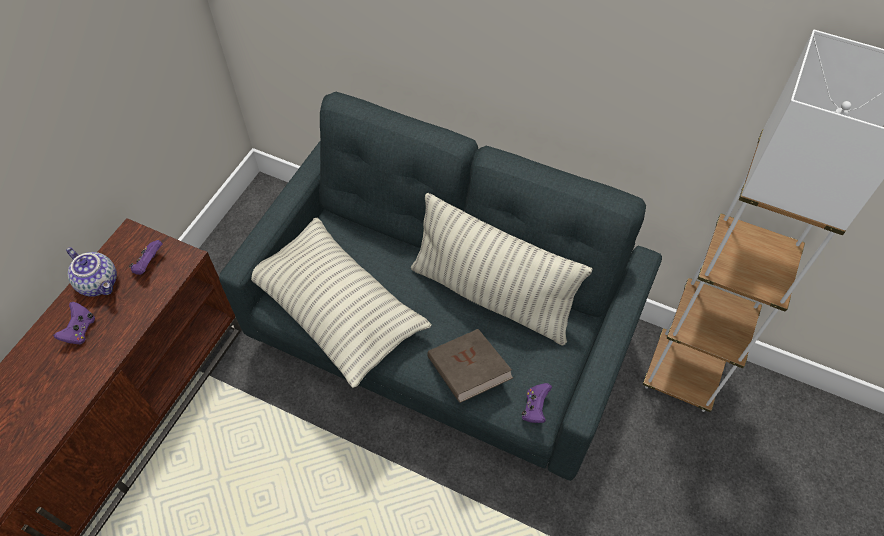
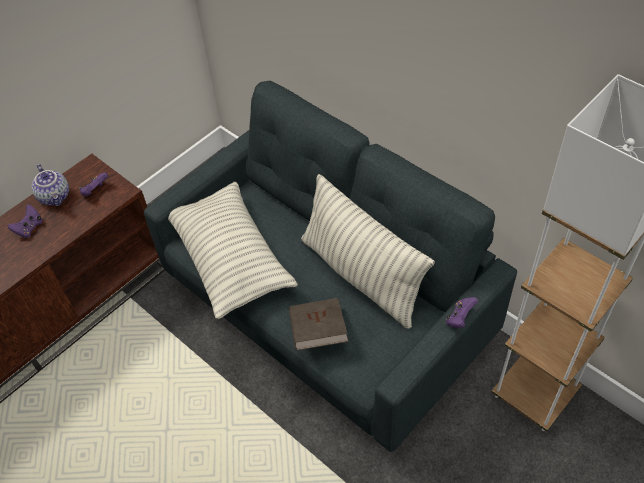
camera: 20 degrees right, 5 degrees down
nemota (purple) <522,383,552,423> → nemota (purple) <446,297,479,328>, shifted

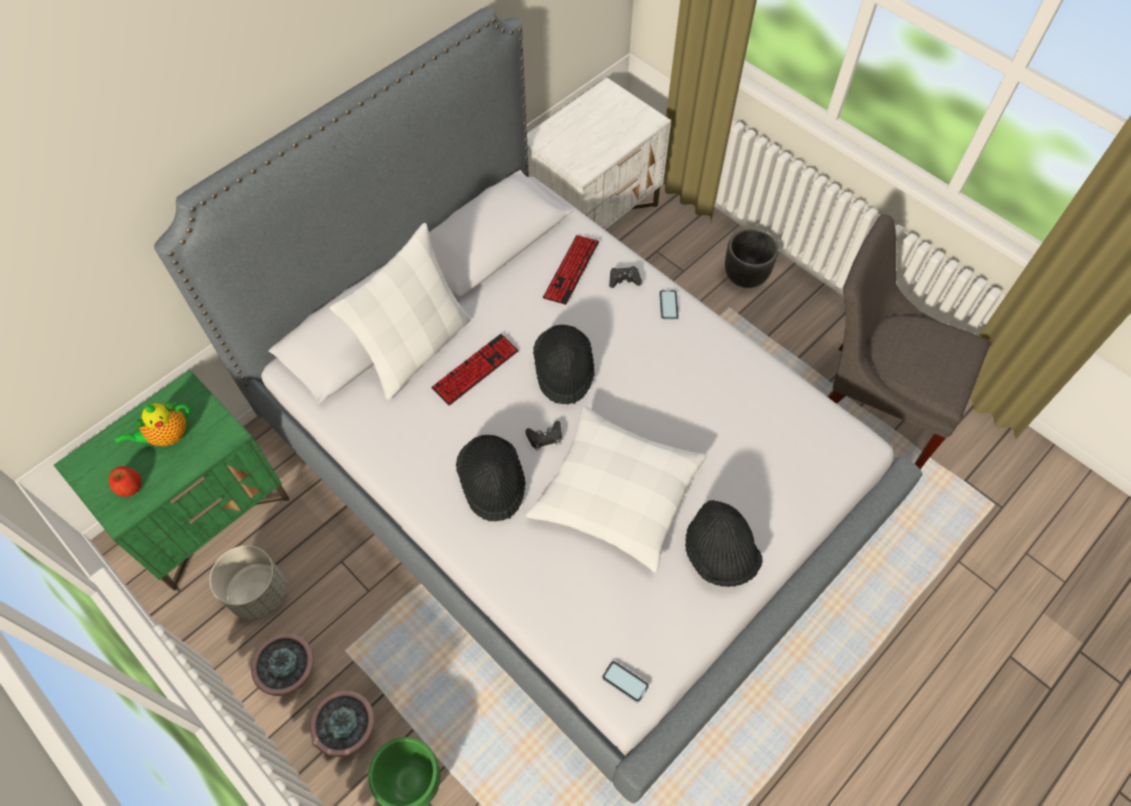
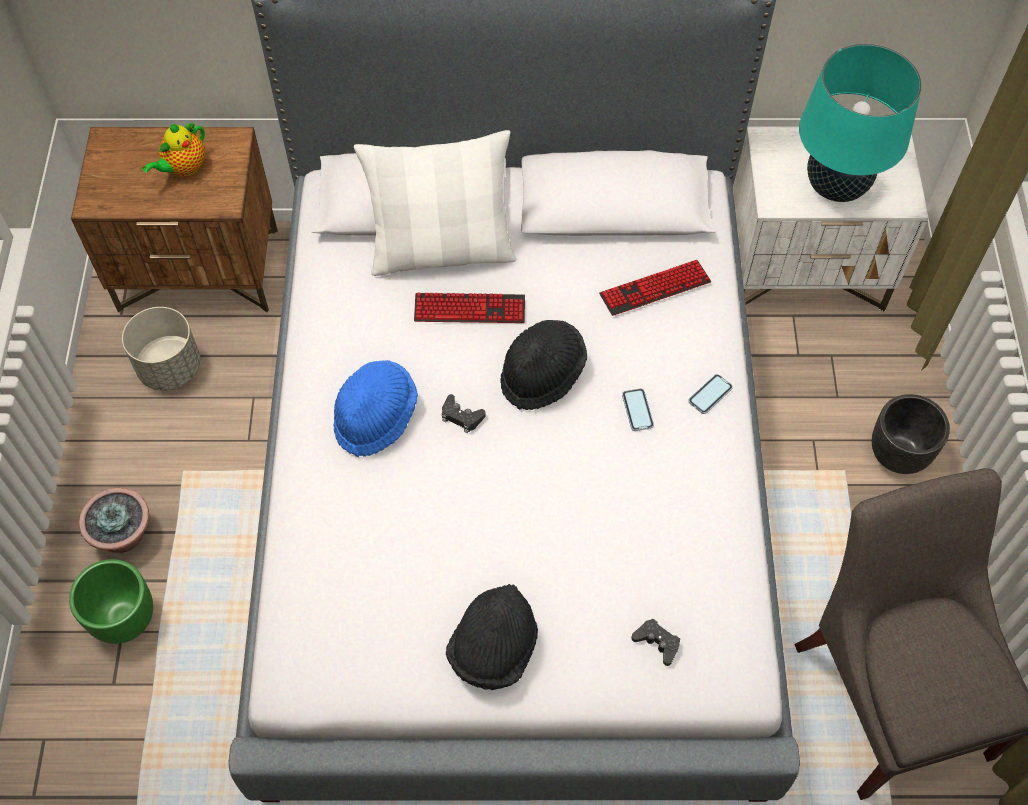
camera: 45 degrees right, 0 degrees up
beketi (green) <54,370,290,591> → beketi (brown) <71,127,278,313>
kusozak <109,466,141,497> → -
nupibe <115,402,190,446> → nupibe <142,122,205,177>, 60 degrees counterclockwise
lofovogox <251,633,314,696> → -
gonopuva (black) <456,435,526,522> → gonopuva (blue) <333,360,418,457>
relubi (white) <526,406,706,573> → -
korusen <602,661,649,703> → korusen <622,388,654,431>, shifted
nemota (black) <609,266,642,288> → nemota (black) <631,619,680,666>, shifted
- → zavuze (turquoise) <799,44,922,202>

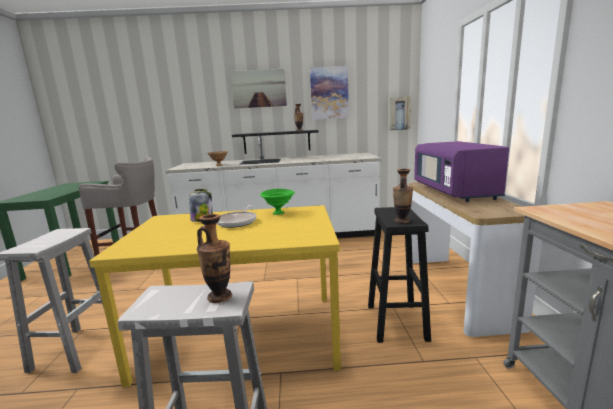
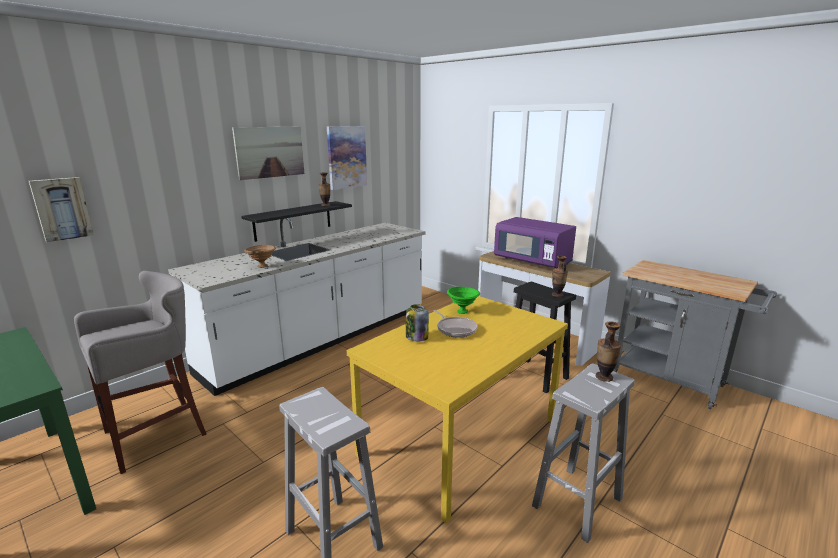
camera: 45 degrees left, 5 degrees up
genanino <389,97,411,131> → genanino <29,177,94,242>, shifted

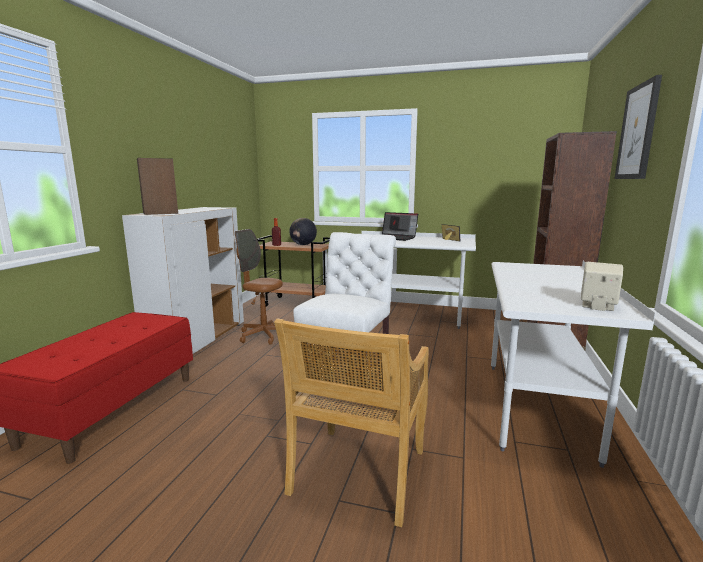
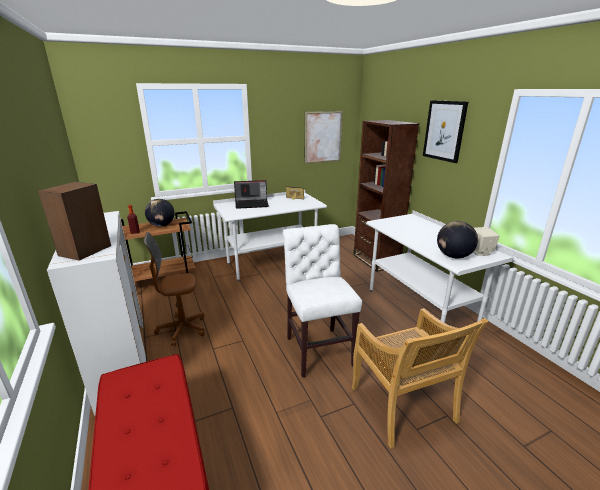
camera: 40 degrees left, 10 degrees up
- → genanino <304,111,343,164>
- → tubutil <437,221,478,258>

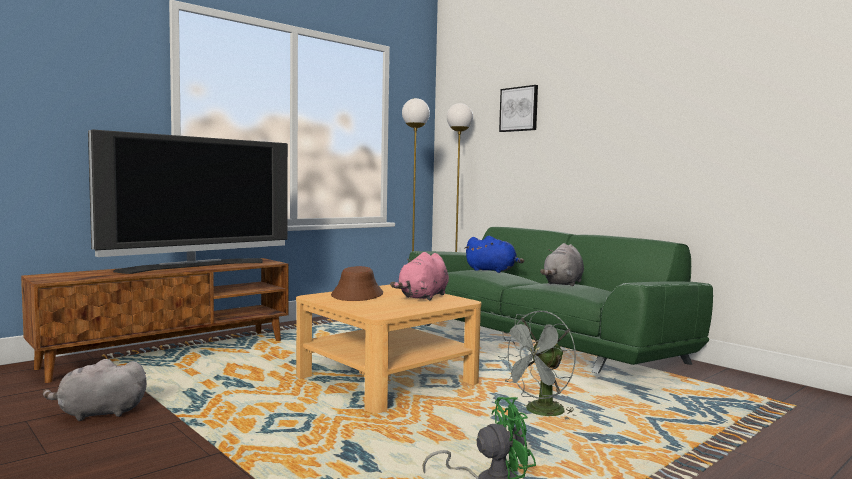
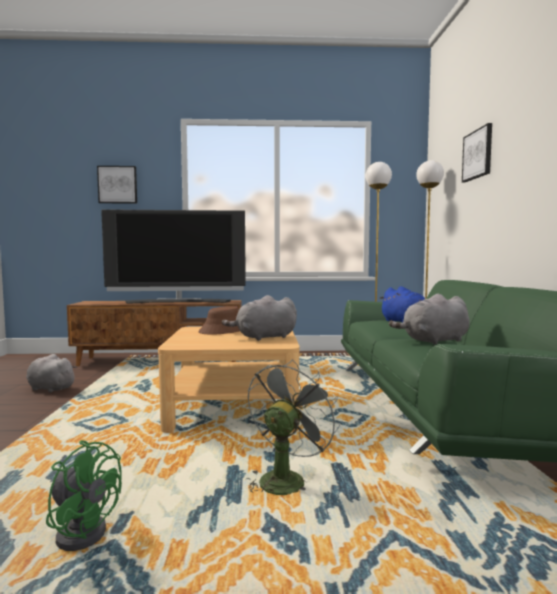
camera: 40 degrees right, 0 degrees up
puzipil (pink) <390,252,449,301> → puzipil (grey) <222,295,297,341>
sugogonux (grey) <498,311,577,420> → sugogonux (grey) <247,359,340,495>, 120 degrees clockwise
- → genanino <97,166,137,203>

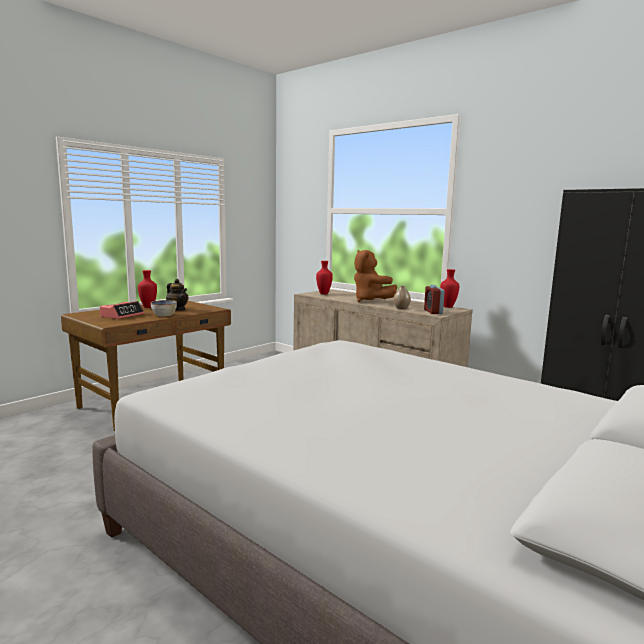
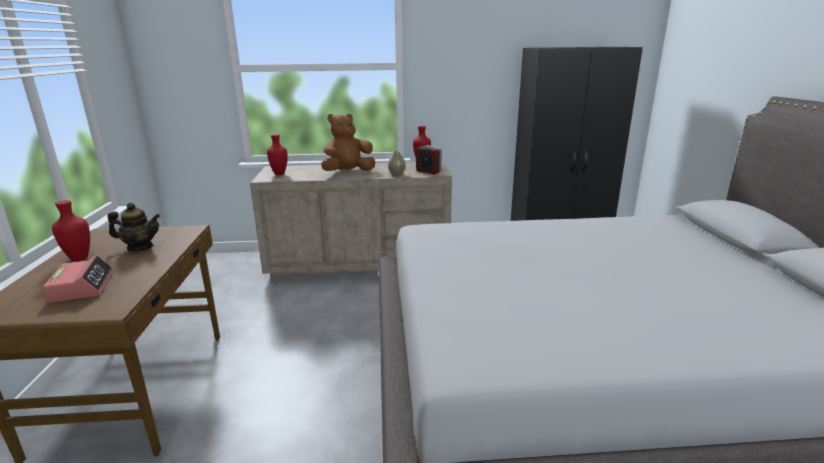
camera: 45 degrees left, 10 degrees up
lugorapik <150,300,177,316> → -
puzipil (brown) <354,250,397,302> → puzipil (brown) <321,114,375,171>, 135 degrees clockwise

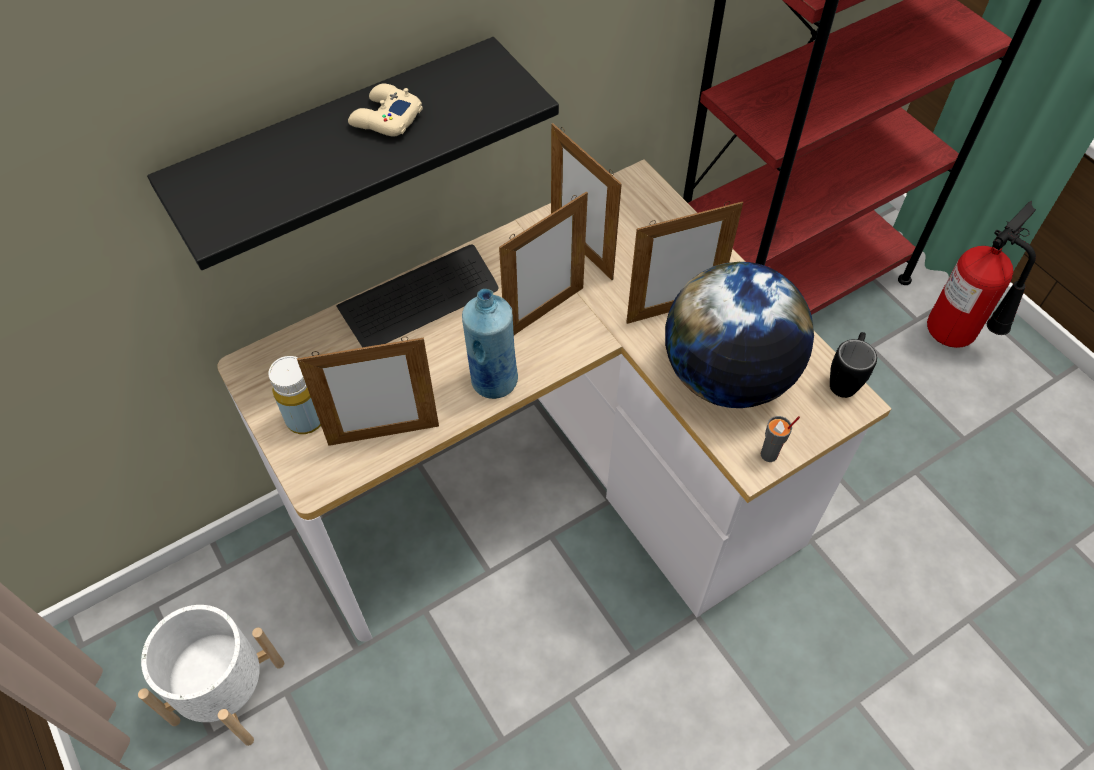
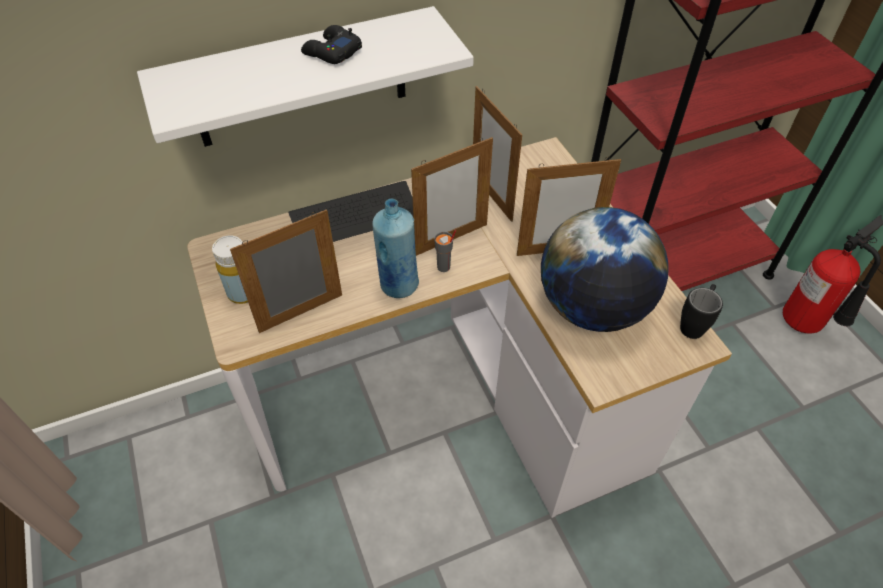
camera: 10 degrees right, 5 degrees down
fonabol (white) <138,605,284,746> → -
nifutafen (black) <147,37,559,270> → nifutafen (white) <137,6,474,147>
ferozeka <297,337,439,446> → ferozeka <230,209,342,333>, 150 degrees clockwise
nemota (beige) <348,83,423,137> → nemota (black) <301,25,362,64>
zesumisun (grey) <761,416,800,462> → zesumisun (grey) <434,230,456,272>, shifted

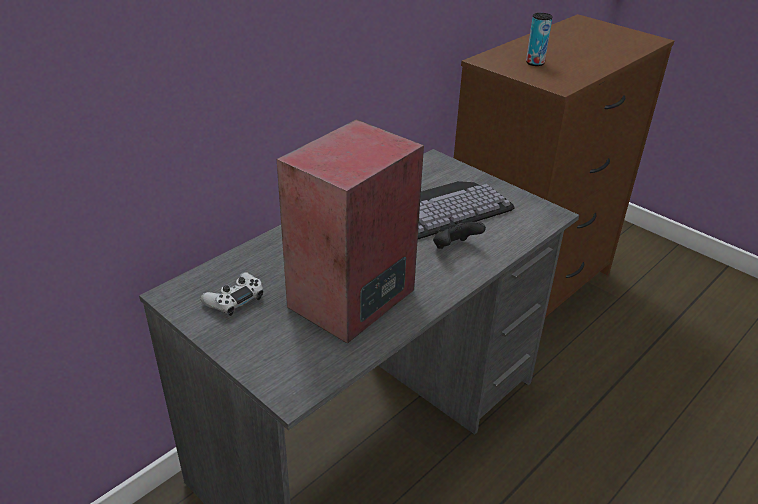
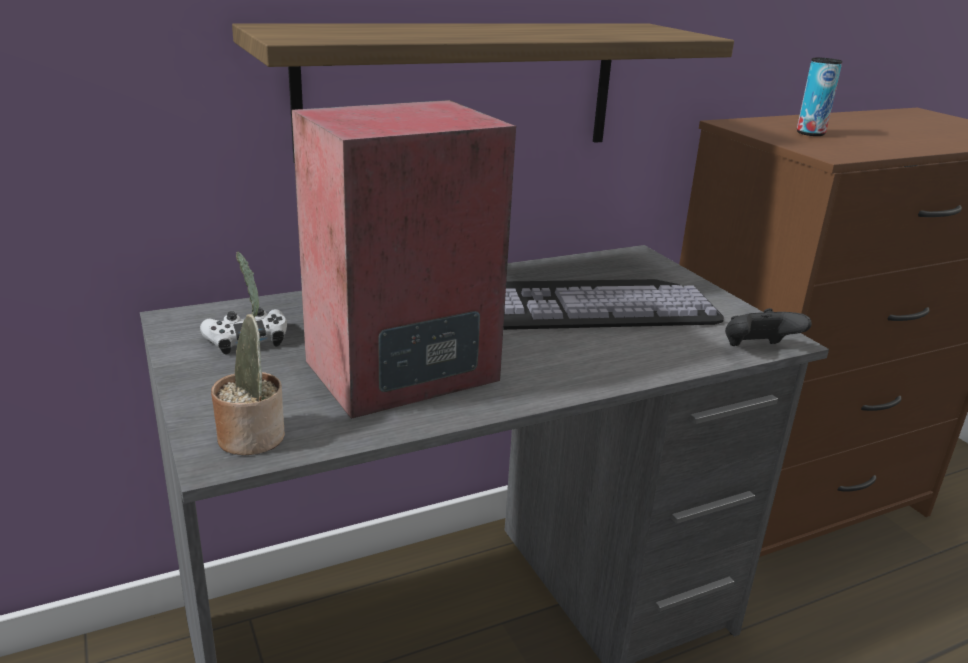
camera: 20 degrees right, 10 degrees down
nemota (black) <433,221,486,249> → nemota (black) <725,308,812,346>, shifted
- → lofovogox <211,252,285,456>
- → nifutafen <232,23,734,163>

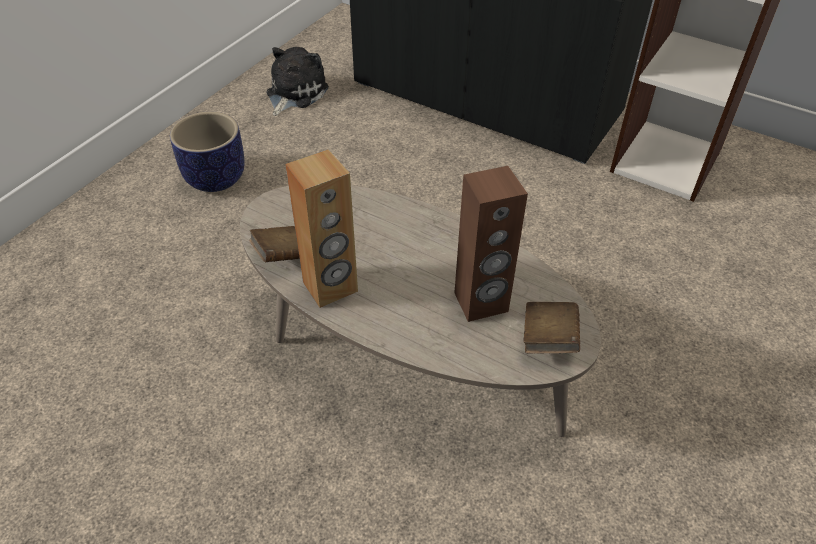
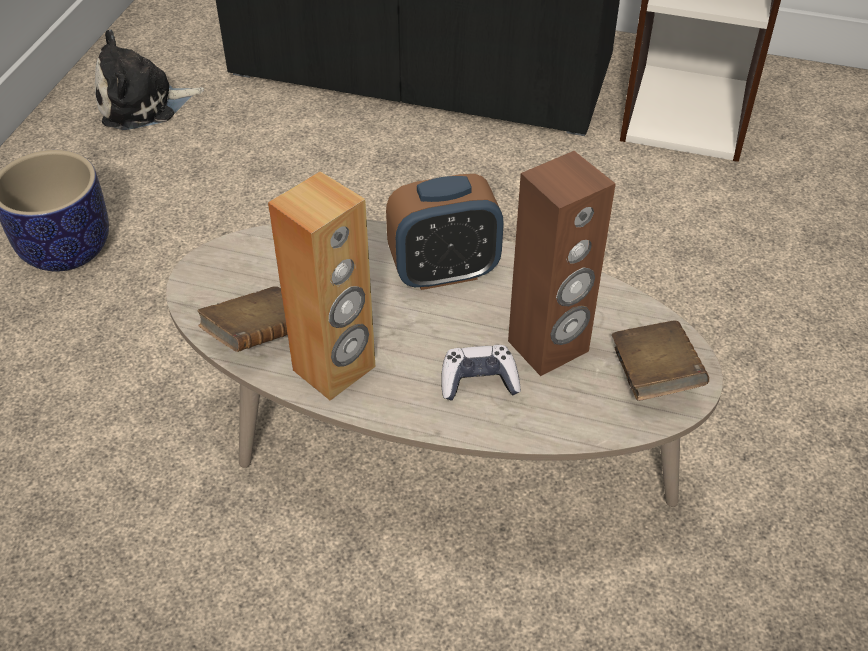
camera: 15 degrees left, 0 degrees up
puzipil <266,47,329,116> → puzipil <95,29,204,130>, 120 degrees counterclockwise
- → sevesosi <386,174,504,290>
- → nemota <441,345,521,401>

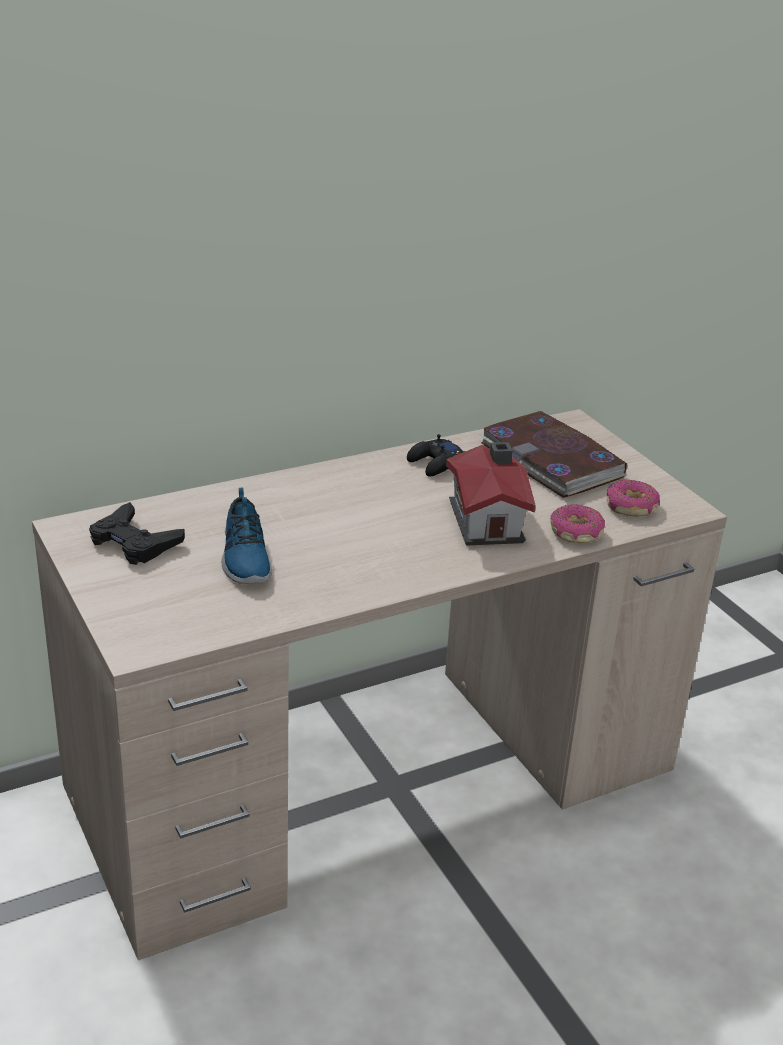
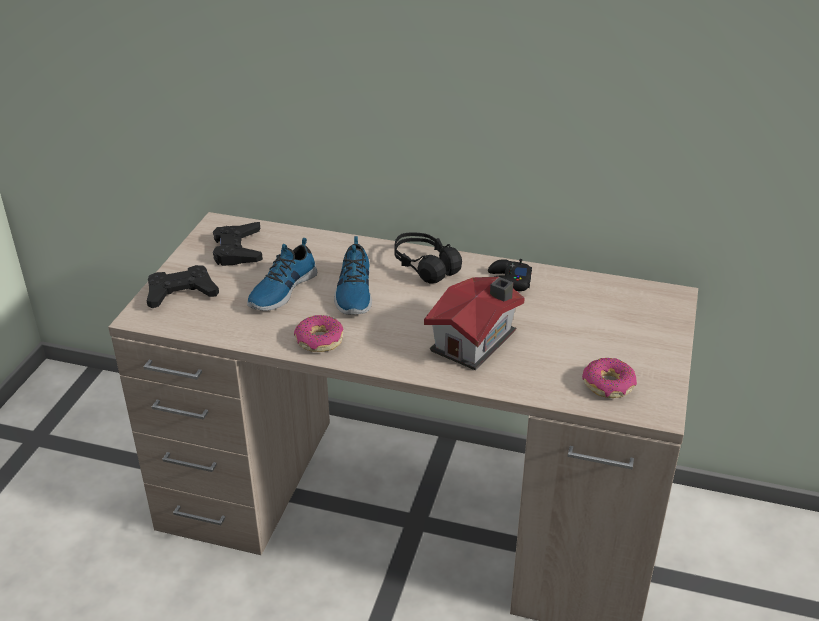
camera: 45 degrees right, 5 degrees up
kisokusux <479,411,627,498> → -
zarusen <550,504,605,543> → zarusen <294,315,343,352>, shifted
- → nemota (black) <147,265,219,308>
- → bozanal <334,236,372,315>
- → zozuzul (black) <394,232,462,283>

